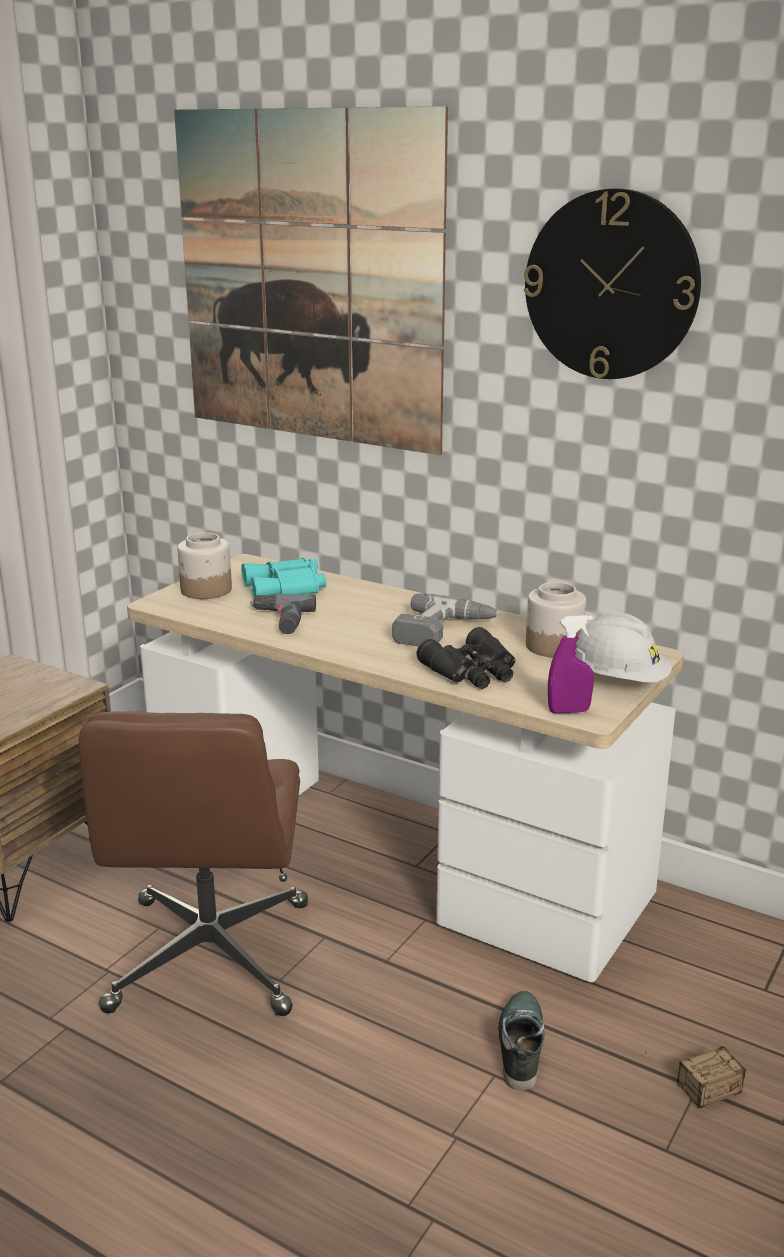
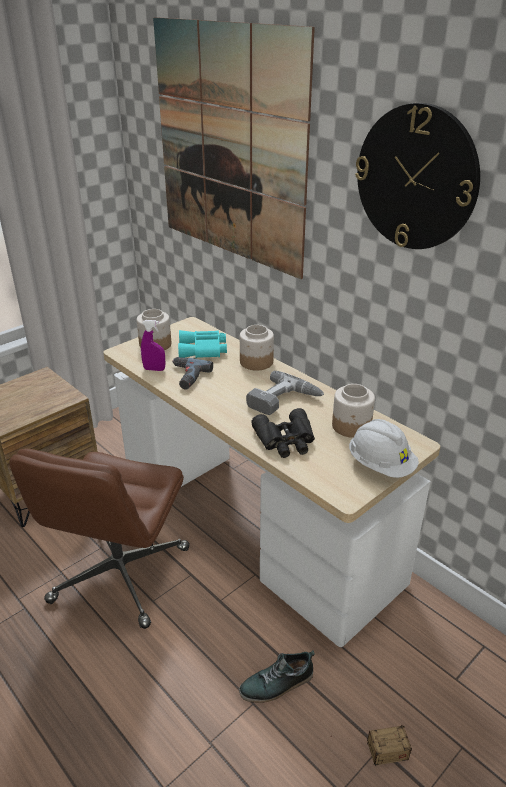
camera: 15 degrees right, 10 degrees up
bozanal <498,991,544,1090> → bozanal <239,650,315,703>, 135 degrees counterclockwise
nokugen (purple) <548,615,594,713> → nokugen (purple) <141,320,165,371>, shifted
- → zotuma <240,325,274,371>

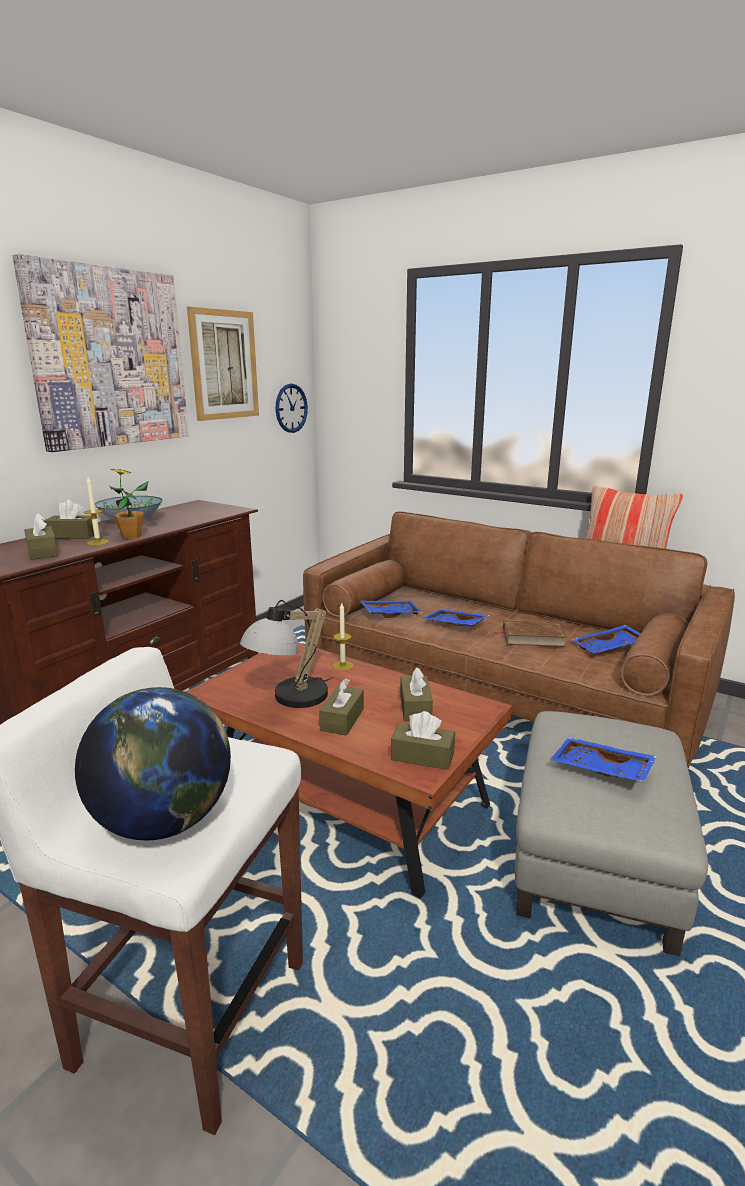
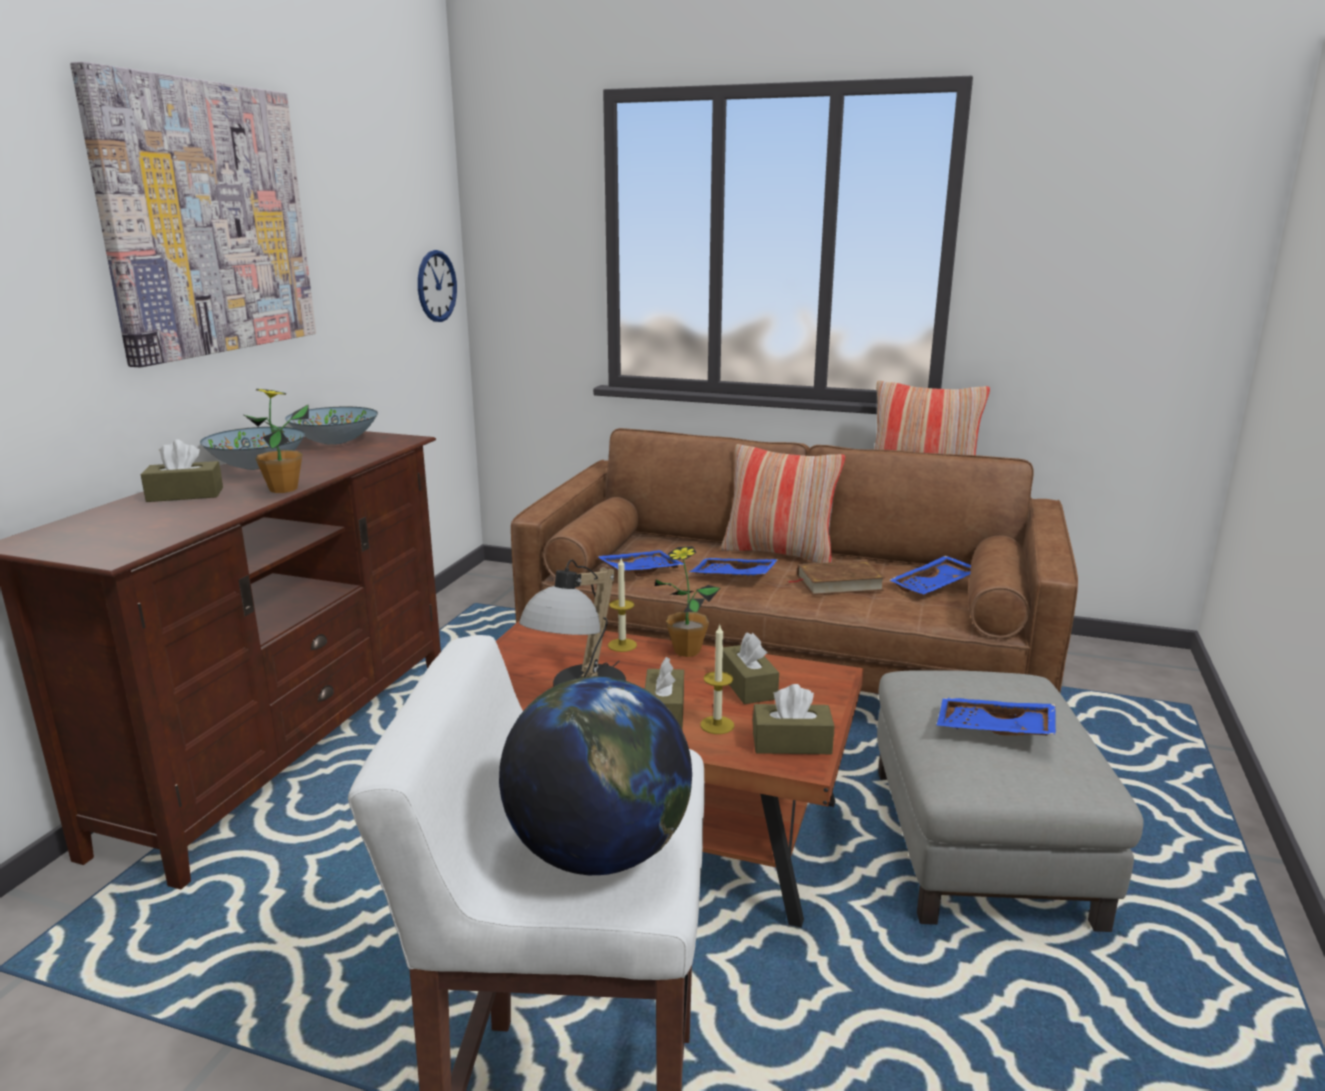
camera: 15 degrees left, 0 degrees up
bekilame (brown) <24,513,58,560> → -
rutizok <84,477,109,546> → rutizok <700,625,734,734>, shifted
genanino <187,307,259,421> → -
- → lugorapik <285,407,378,445>
- → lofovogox <655,546,720,657>
- → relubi <721,444,845,563>

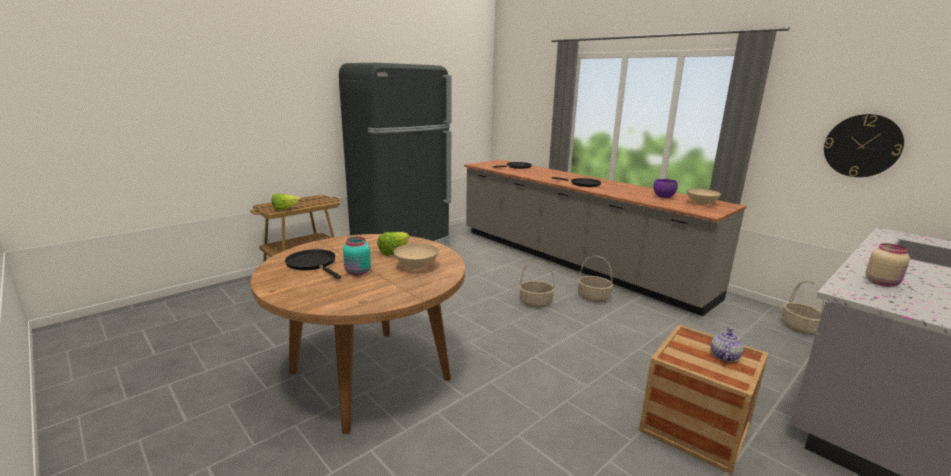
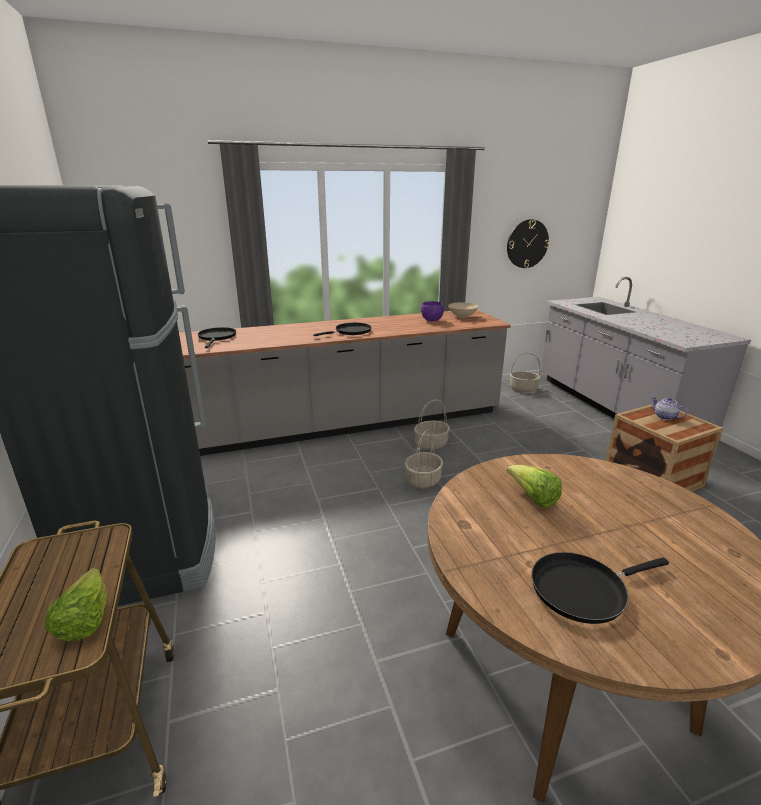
camera: 65 degrees left, 5 degrees up
zotuma (turquoise) <343,237,371,276> → -
lugorapik (beige) <394,243,439,269> → -
zotuma (beige) <866,243,910,287> → -

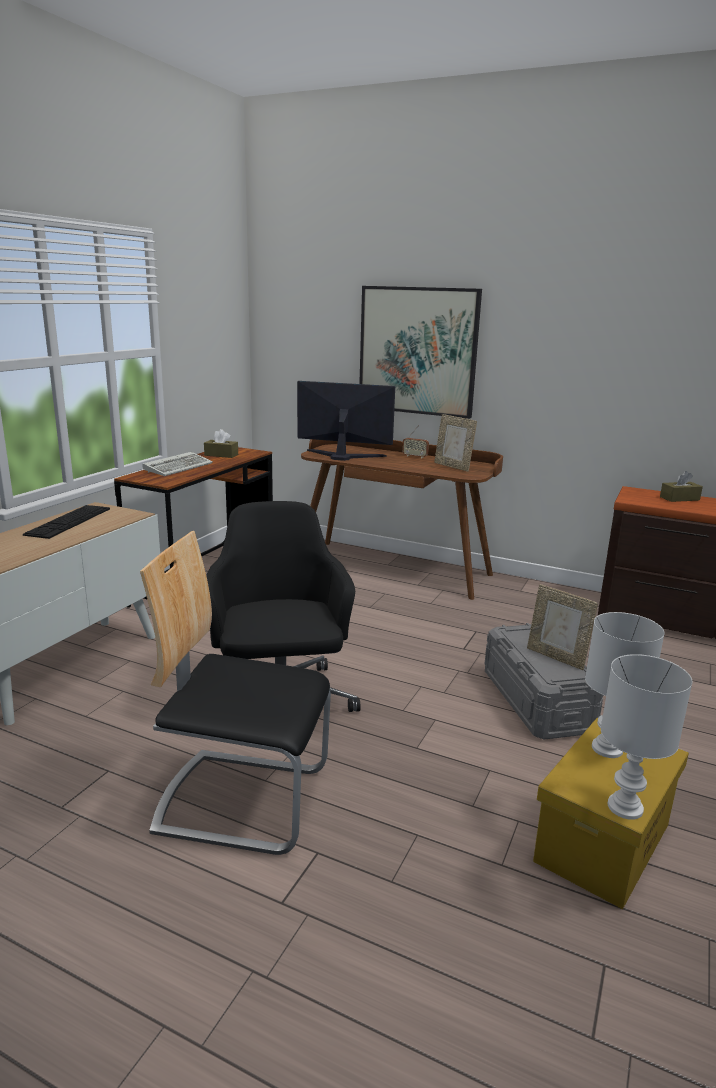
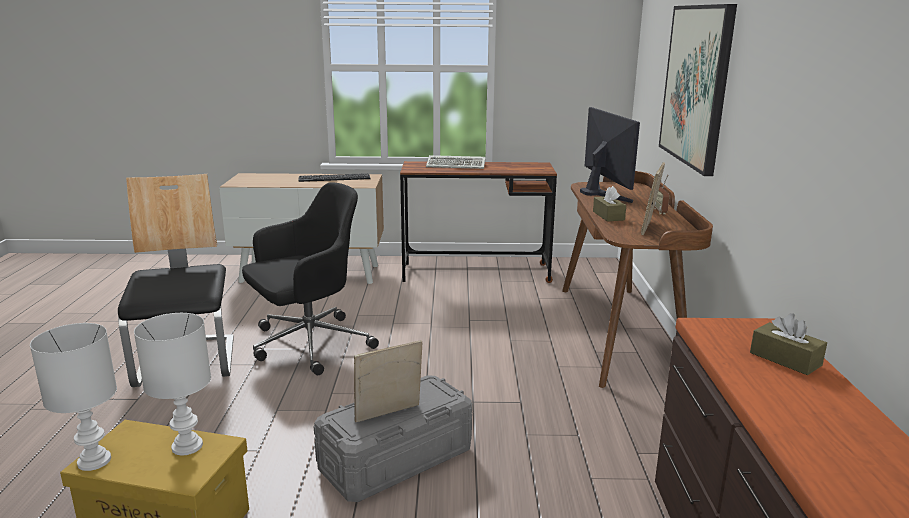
camera: 65 degrees right, 0 degrees up
bekilame (brown) <204,429,238,458> → bekilame (brown) <593,186,626,221>, shifted
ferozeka <527,584,598,670> → ferozeka <354,340,422,422>, 45 degrees clockwise

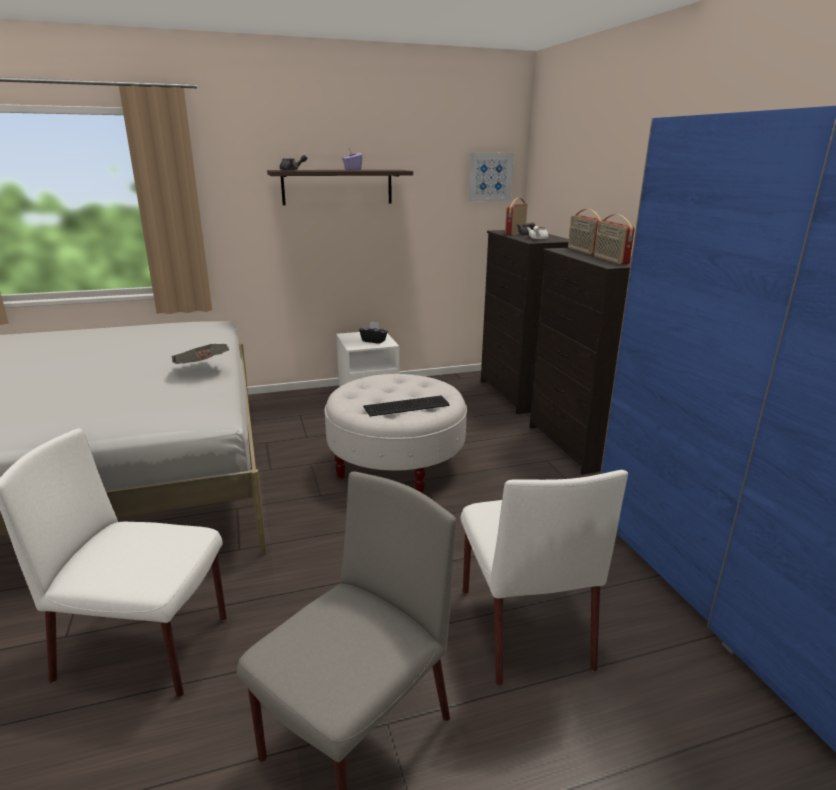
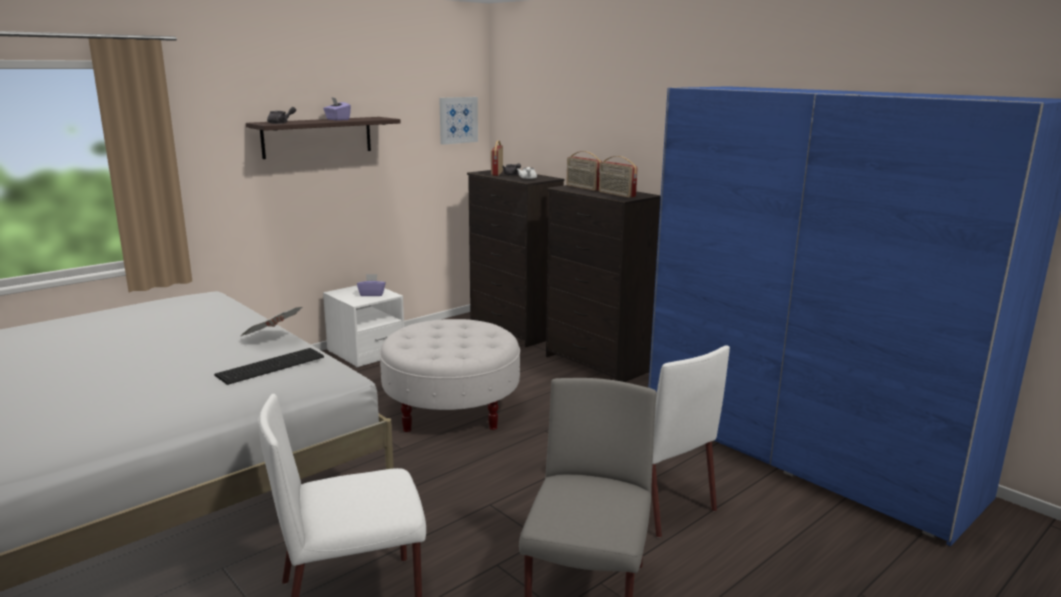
camera: 25 degrees left, 5 degrees down
bekilame (black) <359,321,388,344> → bekilame (purple) <357,274,386,296>
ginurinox <363,396,450,417> → ginurinox <214,348,324,385>, shifted

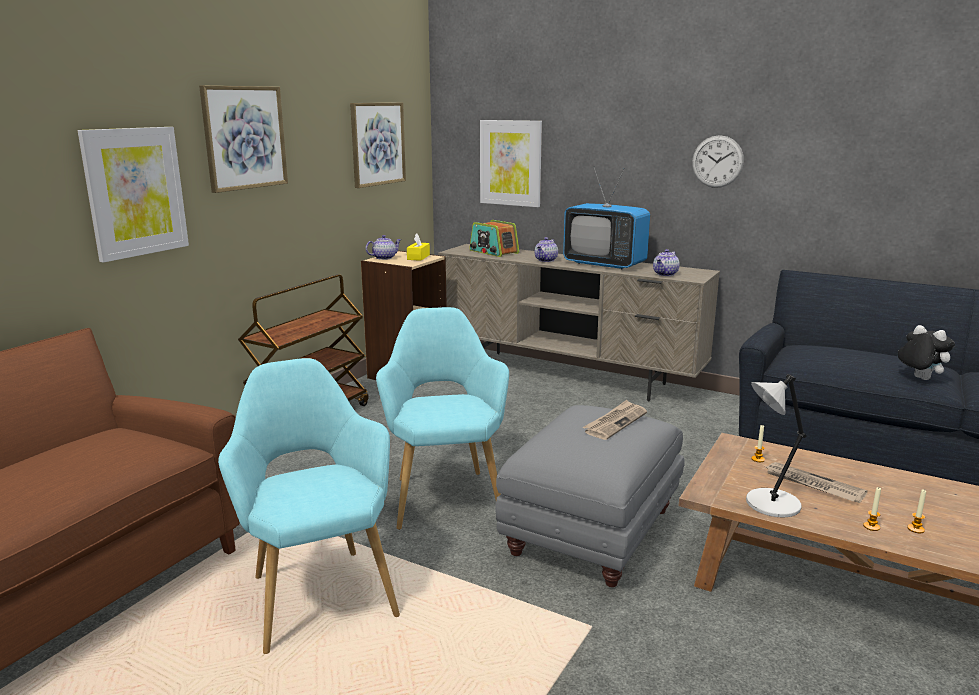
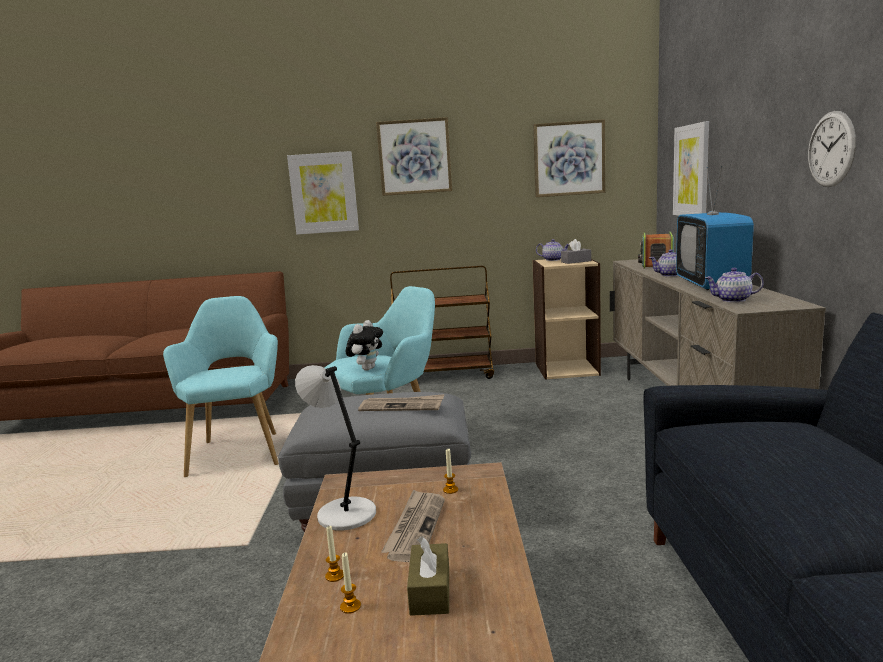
camera: 60 degrees right, 5 degrees down
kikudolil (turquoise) <218,358,400,654> → kikudolil (turquoise) <163,296,279,477>, 45 degrees counterclockwise
bekilame (yellow) <407,234,430,261> → bekilame (grey) <561,239,591,264>
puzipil <897,325,955,380> → puzipil <346,320,383,370>, shifted
- → bekilame (brown) <407,536,449,616>

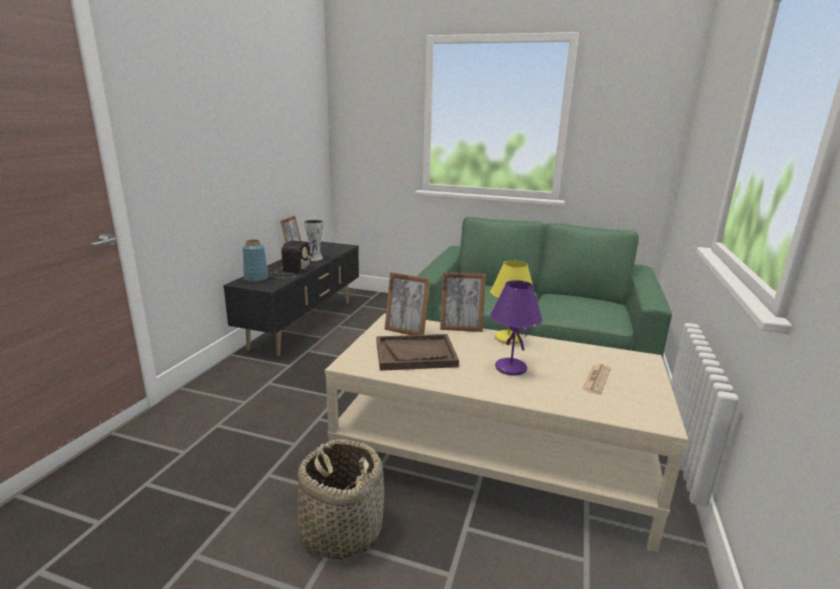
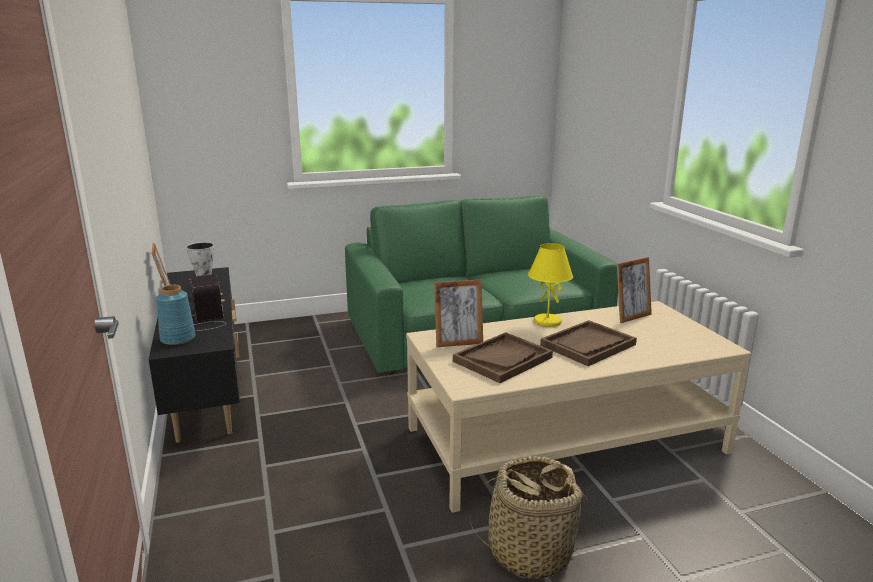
camera: 35 degrees left, 0 degrees up
ferozeka <440,272,486,332> → ferozeka <617,257,652,323>, shifted
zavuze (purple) <490,280,542,376> → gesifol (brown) <540,320,637,366>
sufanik <582,364,611,394> → -

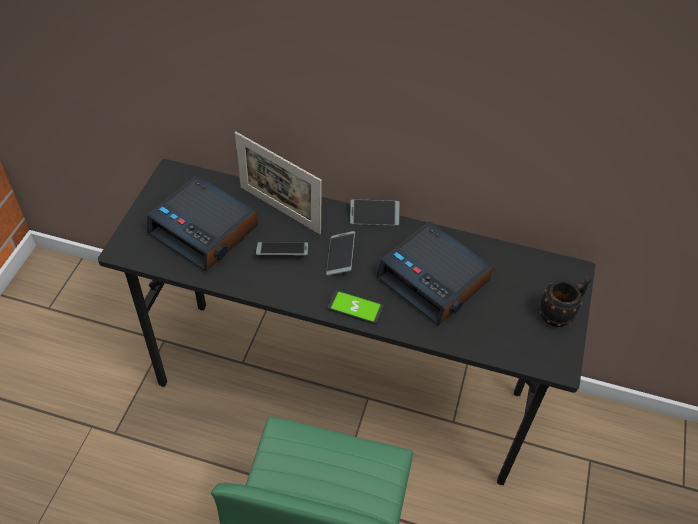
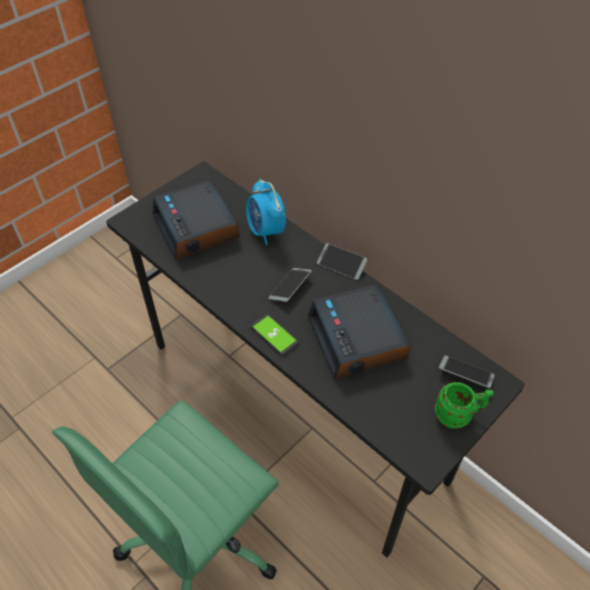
camera: 30 degrees right, 0 degrees up
ferozeka <235,132,322,234> → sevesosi <246,179,286,245>
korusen <256,242,308,255> → korusen <439,356,494,388>, shifted
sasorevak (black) <539,276,592,327> → sasorevak (green) <434,382,494,429>

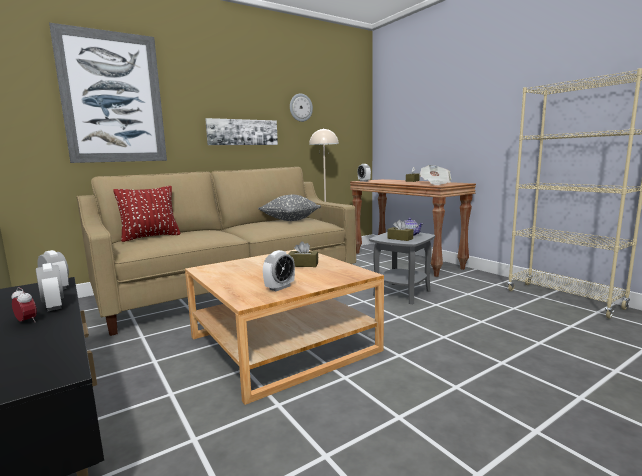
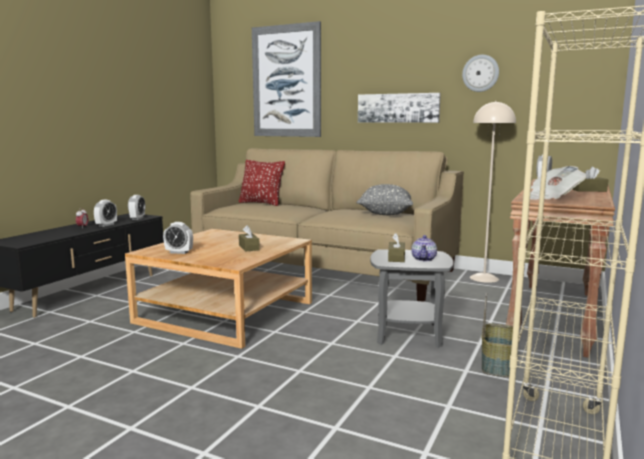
camera: 60 degrees right, 0 degrees up
- → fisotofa <482,293,513,377>

